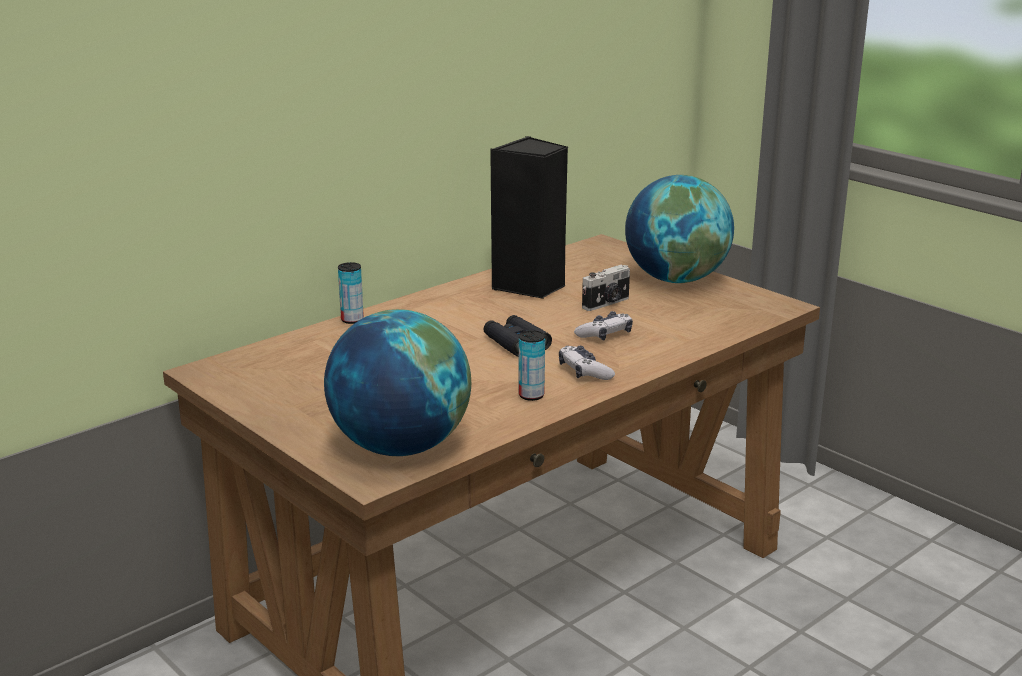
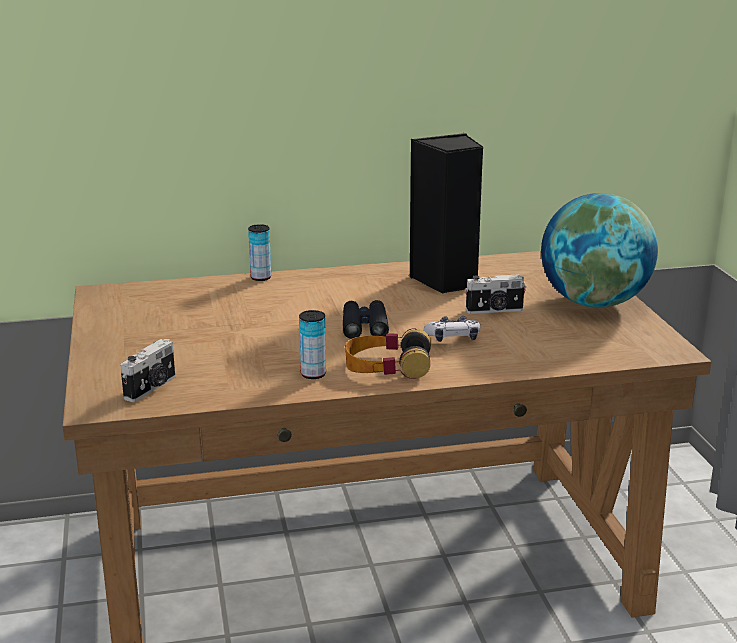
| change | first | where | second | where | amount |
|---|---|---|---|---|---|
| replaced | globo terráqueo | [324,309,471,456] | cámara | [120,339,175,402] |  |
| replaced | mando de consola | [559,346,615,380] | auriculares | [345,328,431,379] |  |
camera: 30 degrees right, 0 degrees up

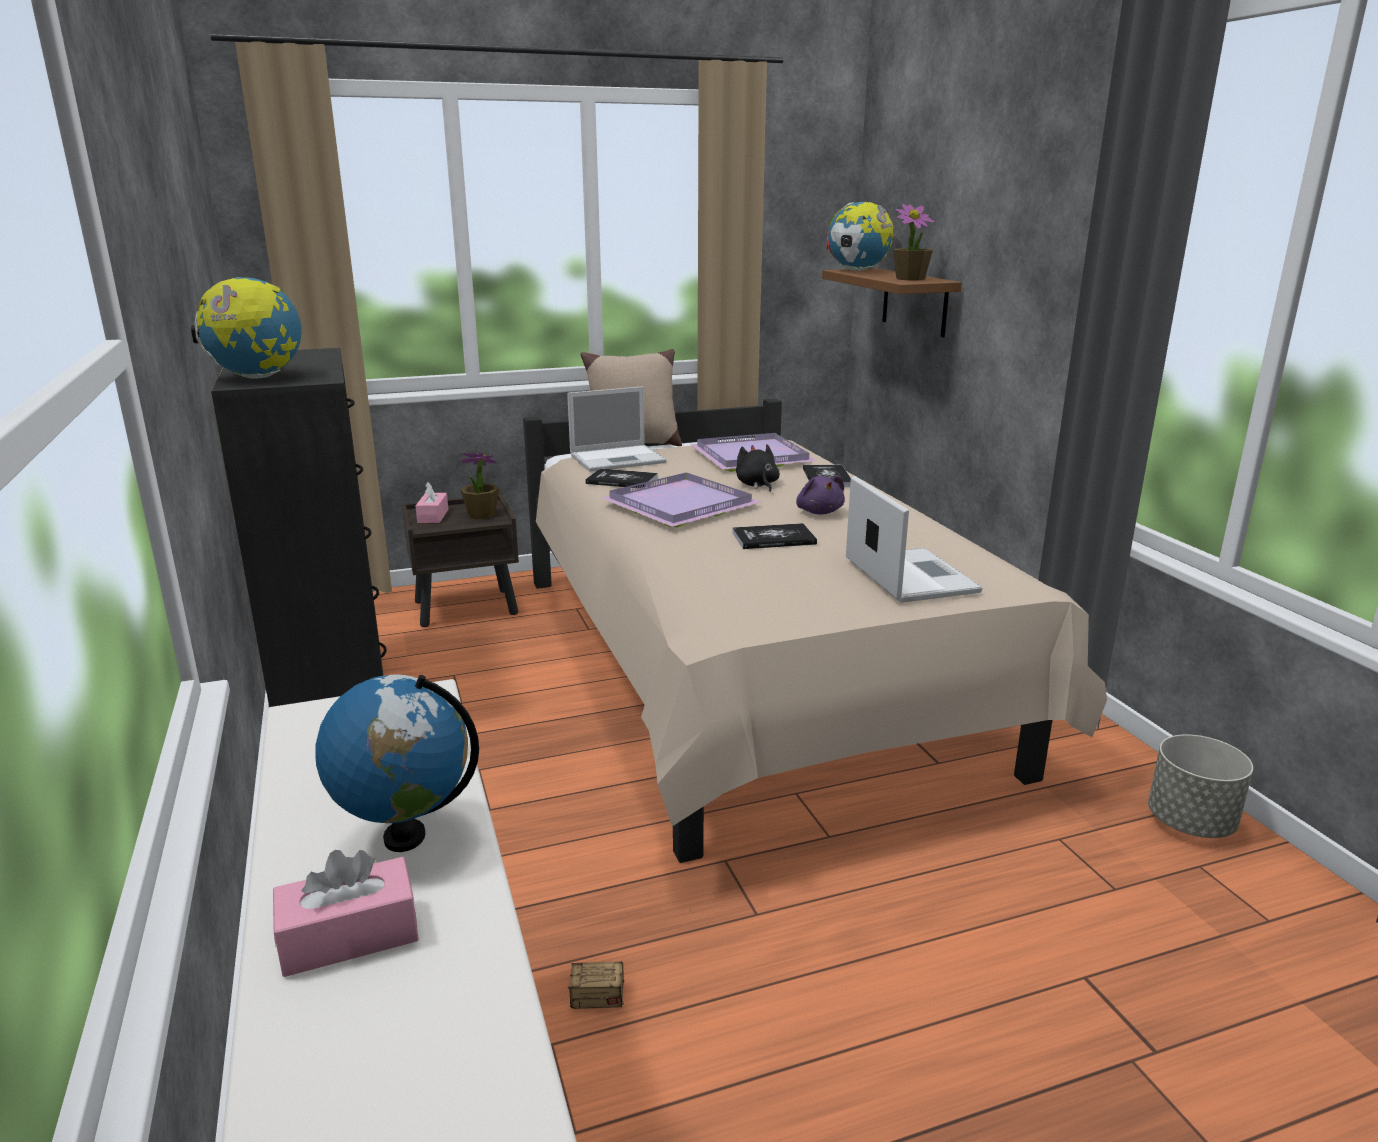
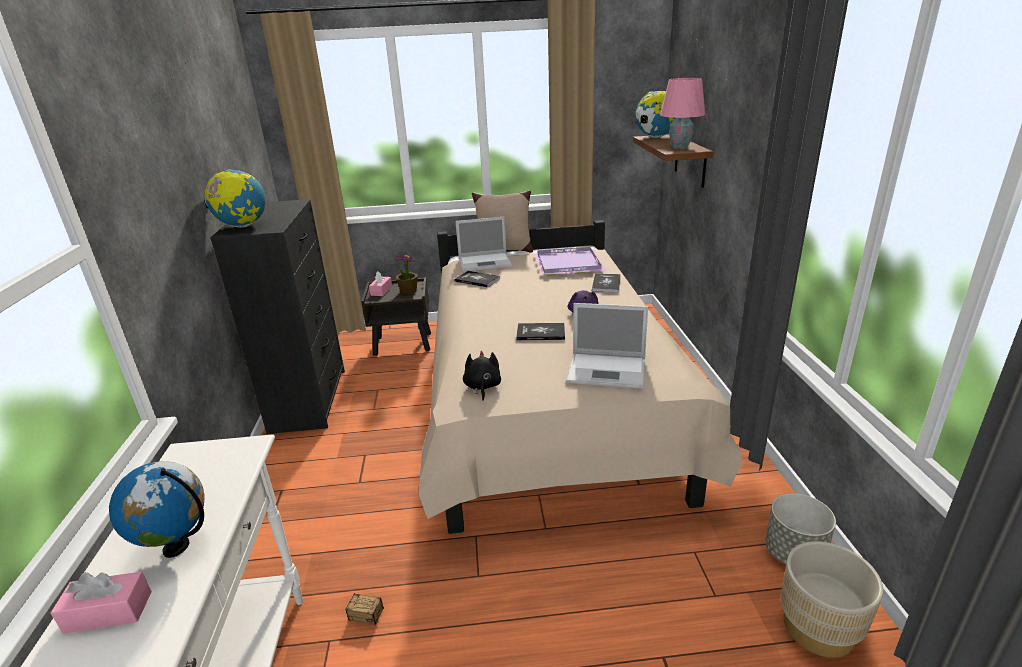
| change | first | where | second | where | amount |
|---|---|---|---|---|---|
| replaced | planta en maceta | [893,204,935,280] | lámpara de mesa (rosa) | [660,78,705,149] |  |
| moved | peluche (negro) | [736,444,780,492] |  | [463,351,501,401] |  |
| removed | bandeja (morado) | [601,472,760,527] |  |  |  |
| turned | portátil | [846,476,983,603] |  | [566,303,648,389] | 105 degrees clockwise |
| added |  |  | maceta (beis) | [781,541,883,658] |  |
camera: 15 degrees right, 5 degrees up

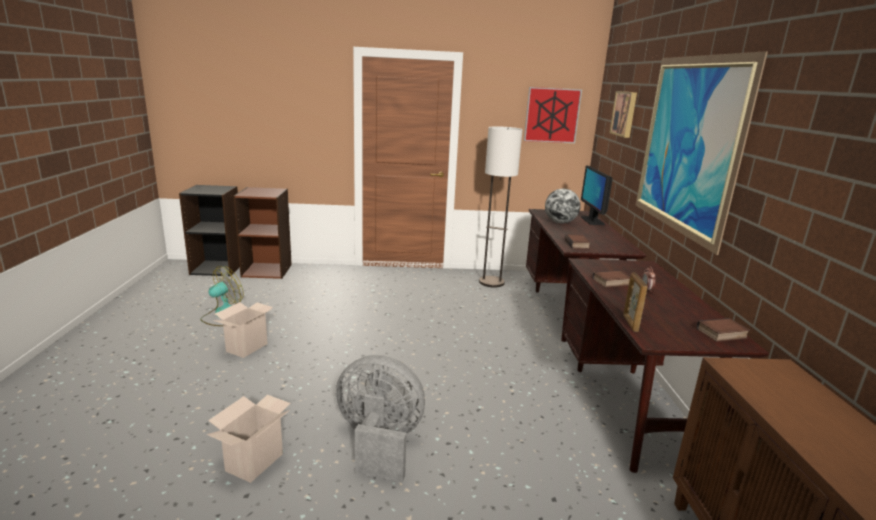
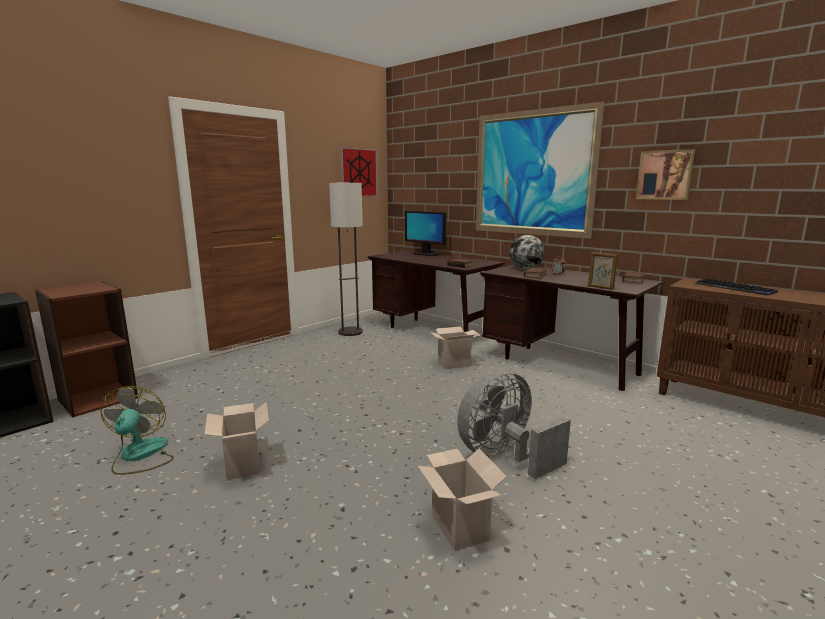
| change | first | where | second | where | amount |
|---|---|---|---|---|---|
| moved | cuadro | [609,91,637,138] |  | [636,149,695,200] |  |
| moved | globo terráqueo | [545,189,580,223] |  | [510,235,545,269] |  |
| added |  |  | teclado | [695,278,778,295] |  |
| added |  |  | caja de cartón | [430,326,481,369] |  |
camera: 45 degrees left, 5 degrees down

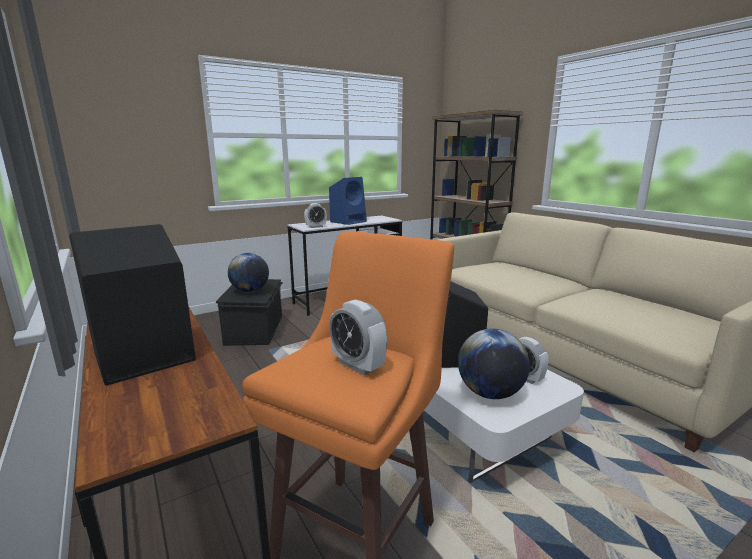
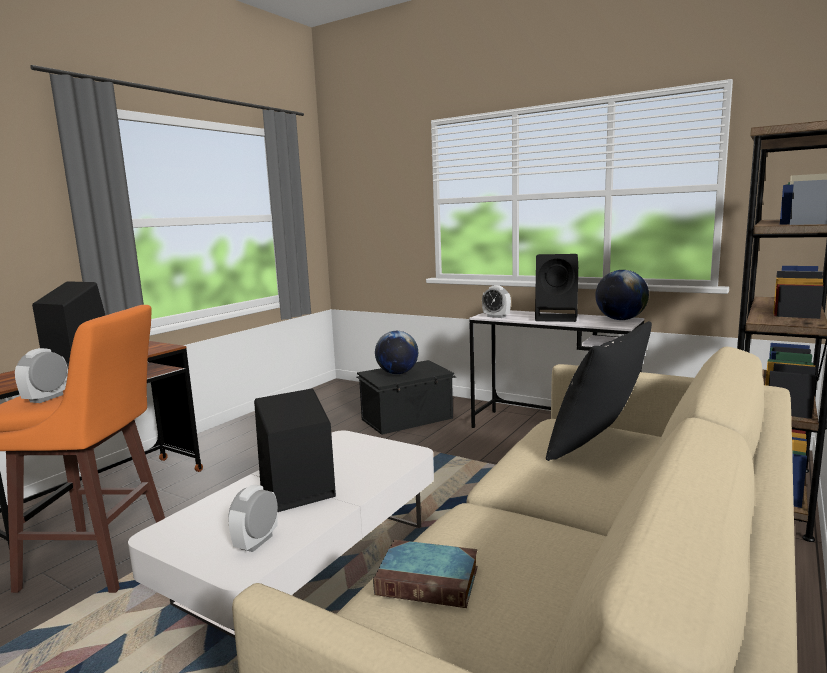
| change | first | where | second | where | amount |
|---|---|---|---|---|---|
| recoloured | altavoz (azul) | [329,177,367,225] | altavoz (negro) | [535,254,578,322] |  |
| moved | globo terráqueo | [458,329,530,399] |  | [595,270,649,320] |  |
| added |  |  | cojín (negro) | [546,321,652,461] |  |
| added |  |  | libro | [373,540,478,608] |  |
camera: 65 degrees right, 5 degrees down

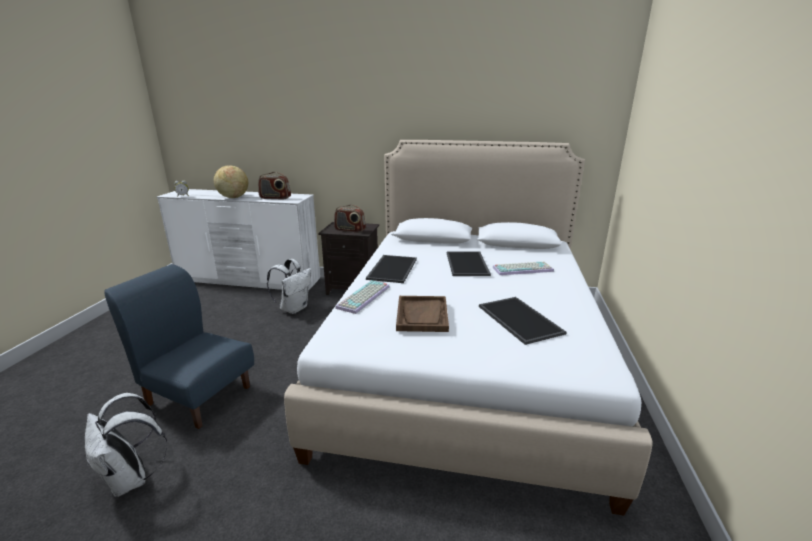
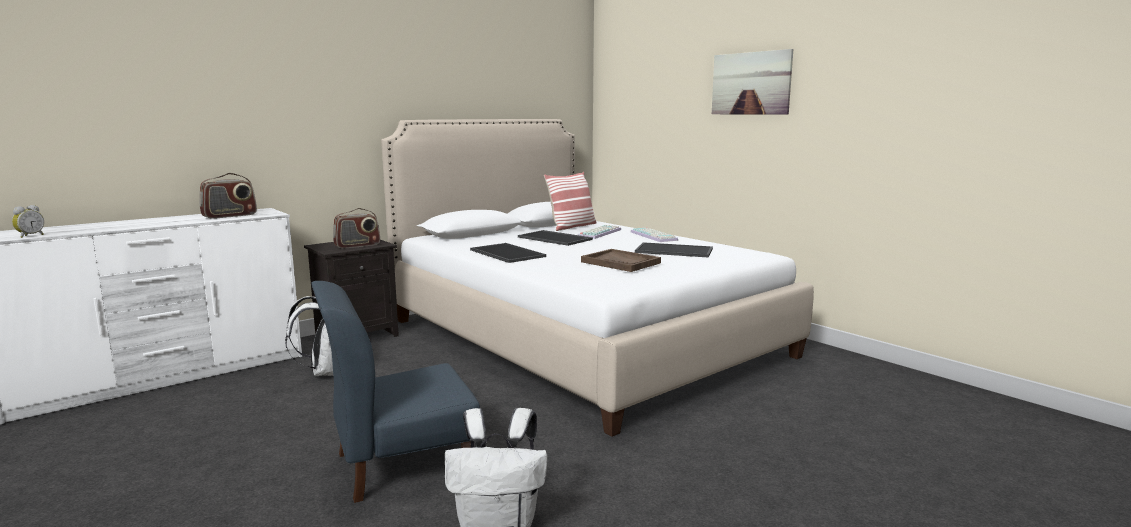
| change | first | where | second | where | amount |
|---|---|---|---|---|---|
| removed | globo terráqueo | [214,165,248,198] |  |  |  |
| moved | teclado | [335,280,390,314] |  | [631,227,678,242] |  |
| added |  |  | cuadro | [712,49,793,114] |  |
| added |  |  | cojín | [544,172,597,231] |  |
camera: 50 degrees left, 10 degrees down

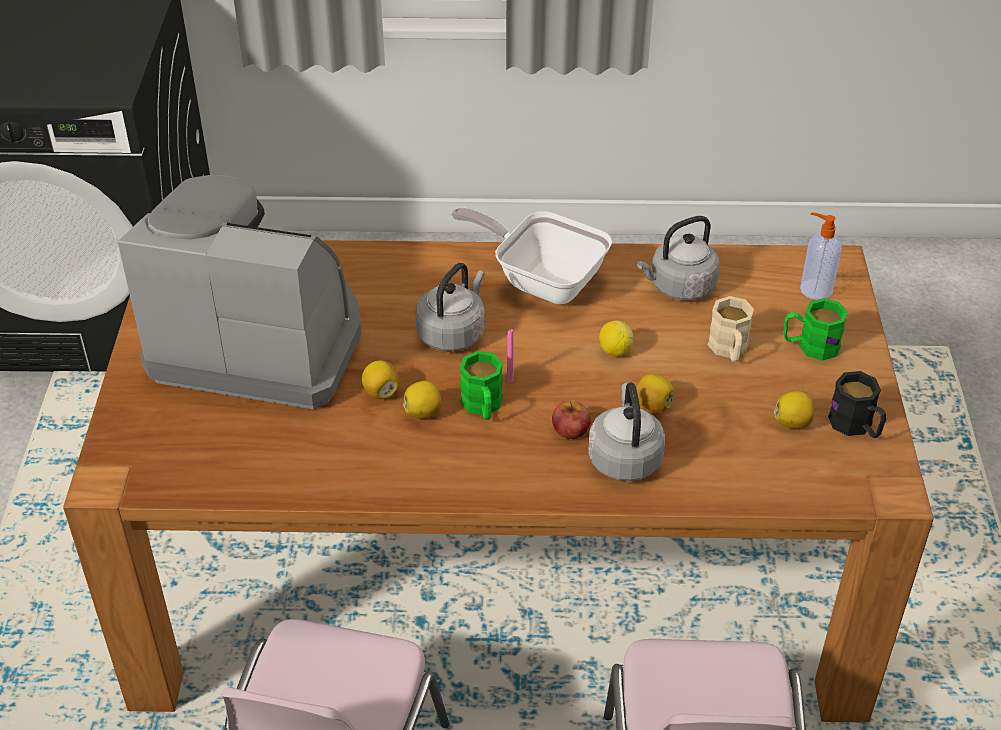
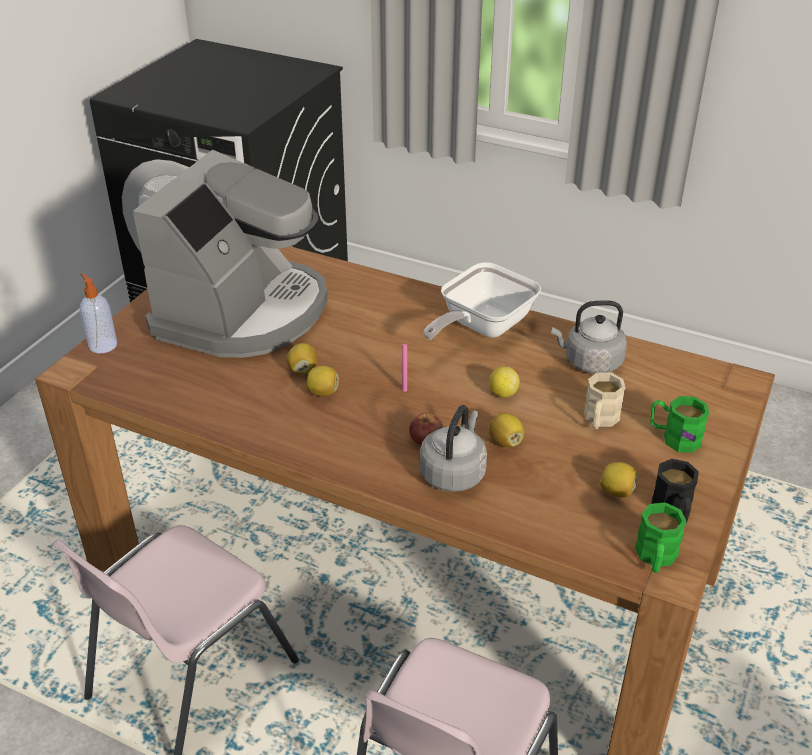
| change | first | where | second | where | amount |
|---|---|---|---|---|---|
| turned | cafetera | [118,175,362,409] |  | [133,150,328,358] | 75 degrees clockwise |
| turned | sartén | [451,207,612,304] |  | [423,262,541,340] | 105 degrees counterclockwise |
| moved | dispensador de jabón | [800,212,842,300] |  | [80,273,117,353] |  |
| removed | hervidor (gris) | [415,263,485,351] |  |  |  |
| moved | taza grande (verde) | [460,351,503,420] |  | [635,502,687,573] |  |
camera: 25 degrees right, 5 degrees down

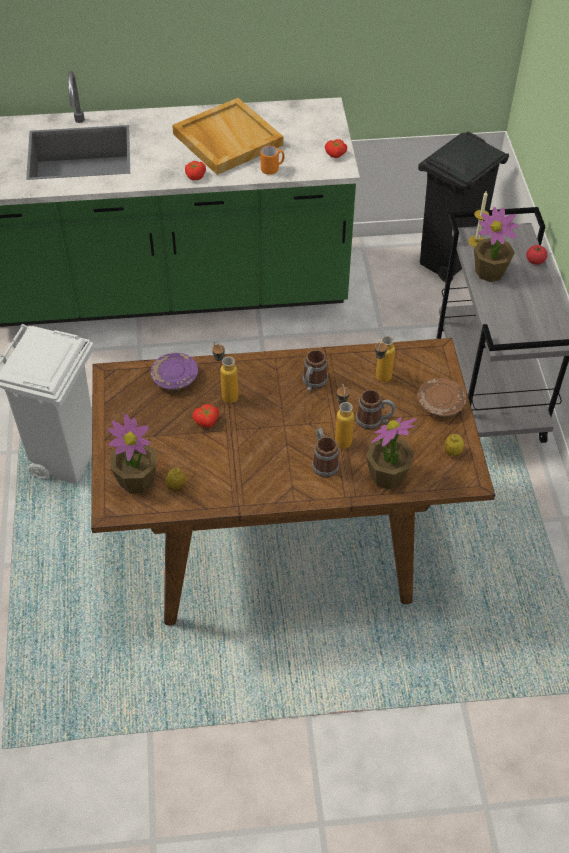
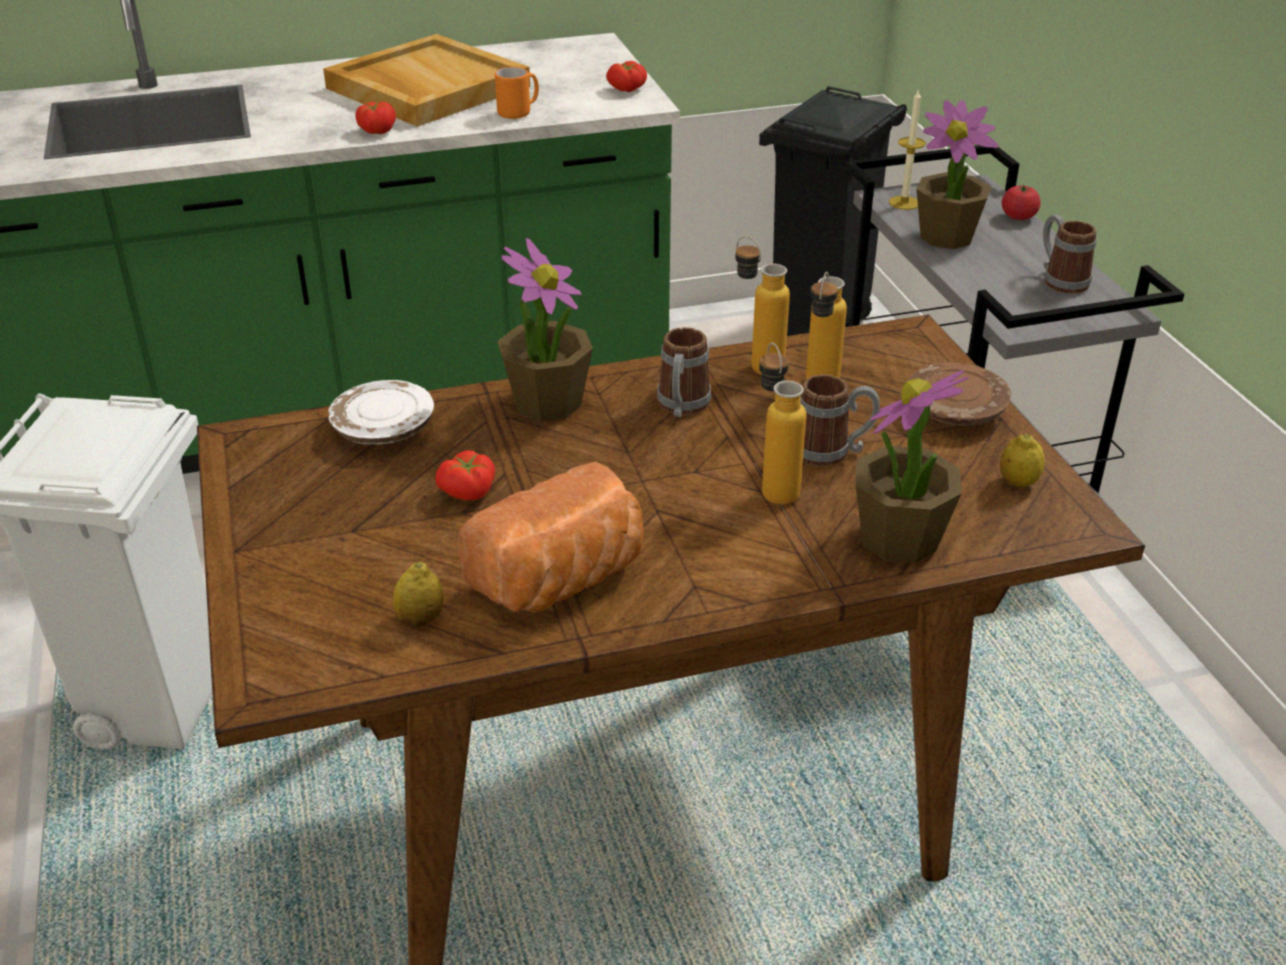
| change | first | where | second | where | amount |
|---|---|---|---|---|---|
| moved | botella | [212,342,238,403] |  | [735,236,790,375] |  |
| recoloured | plato (morado) | [150,353,198,390] | plato (blanco) | [328,380,434,444] |  |
| moved | planta en maceta | [108,414,156,494] |  | [497,238,593,422] |  |
| moved | taza grande | [312,428,339,477] |  | [1043,214,1097,294] |  |
| added |  |  | pan | [458,462,643,613] |  |
camera: 10 degrees left, 15 degrees down

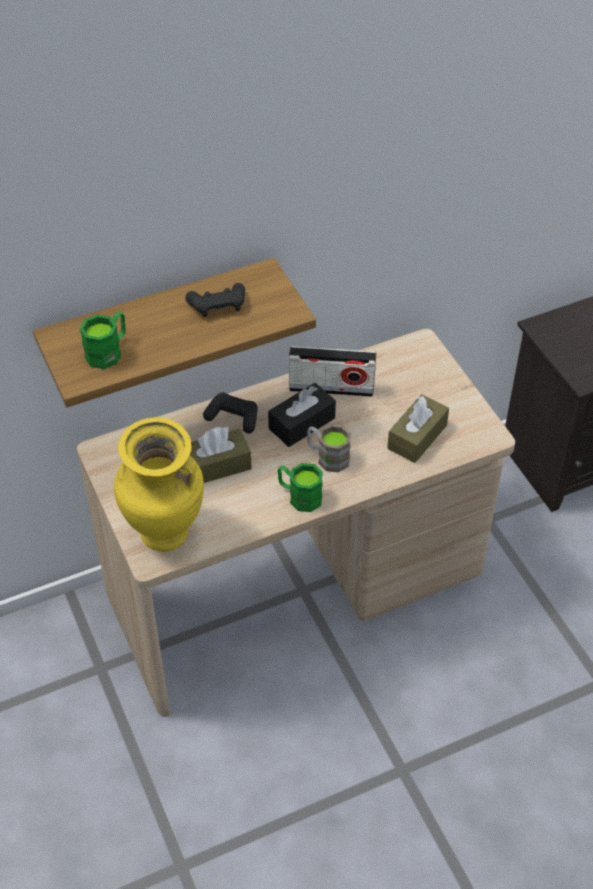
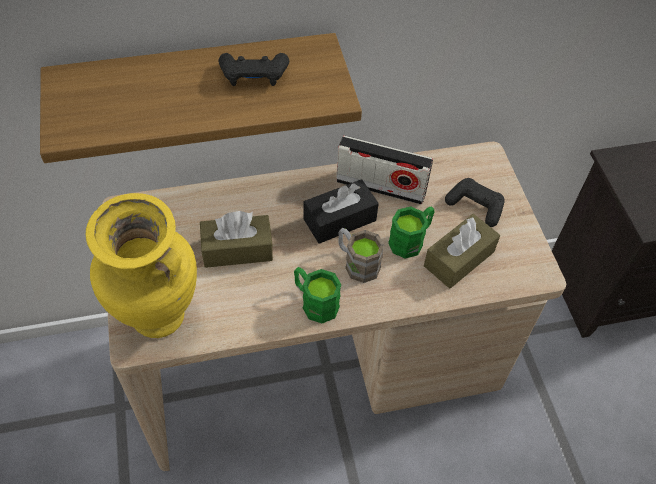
| change | first | where | second | where | amount |
|---|---|---|---|---|---|
| moved | taza grande (verde) | [80,312,126,369] |  | [388,206,434,259] |  |
| moved | mando de consola (negro) | [203,392,258,433] |  | [445,178,505,227] |  |
camera: 10 degrees right, 5 degrees up

